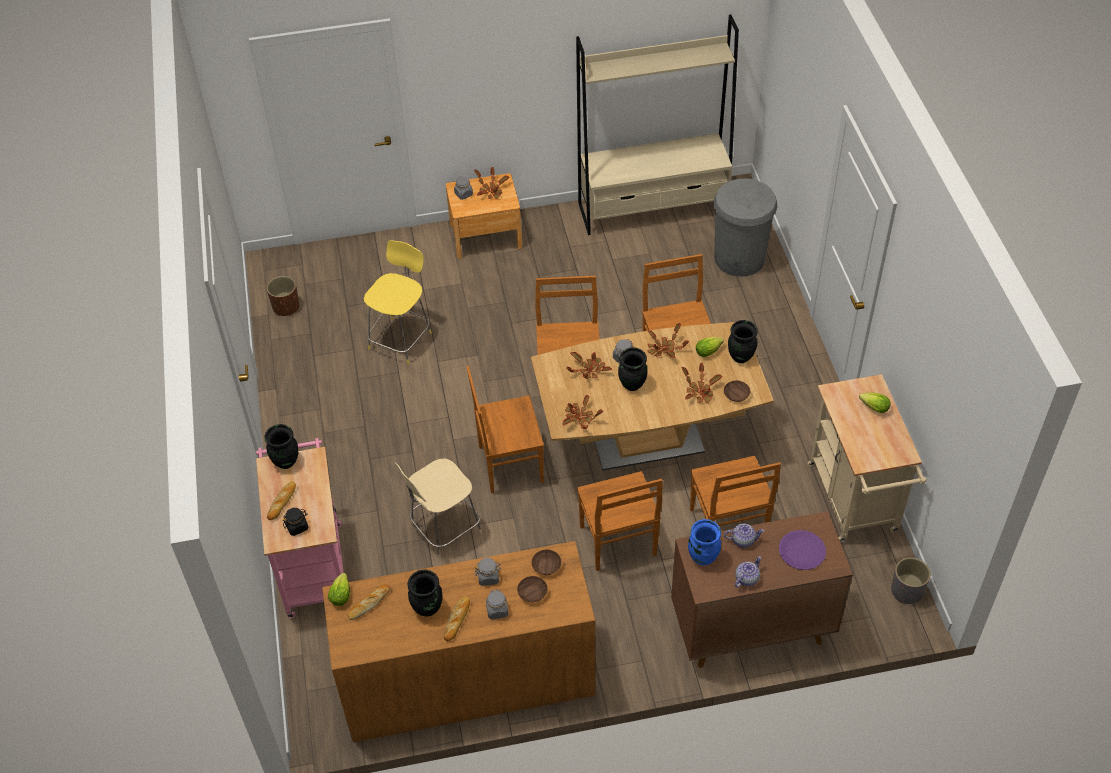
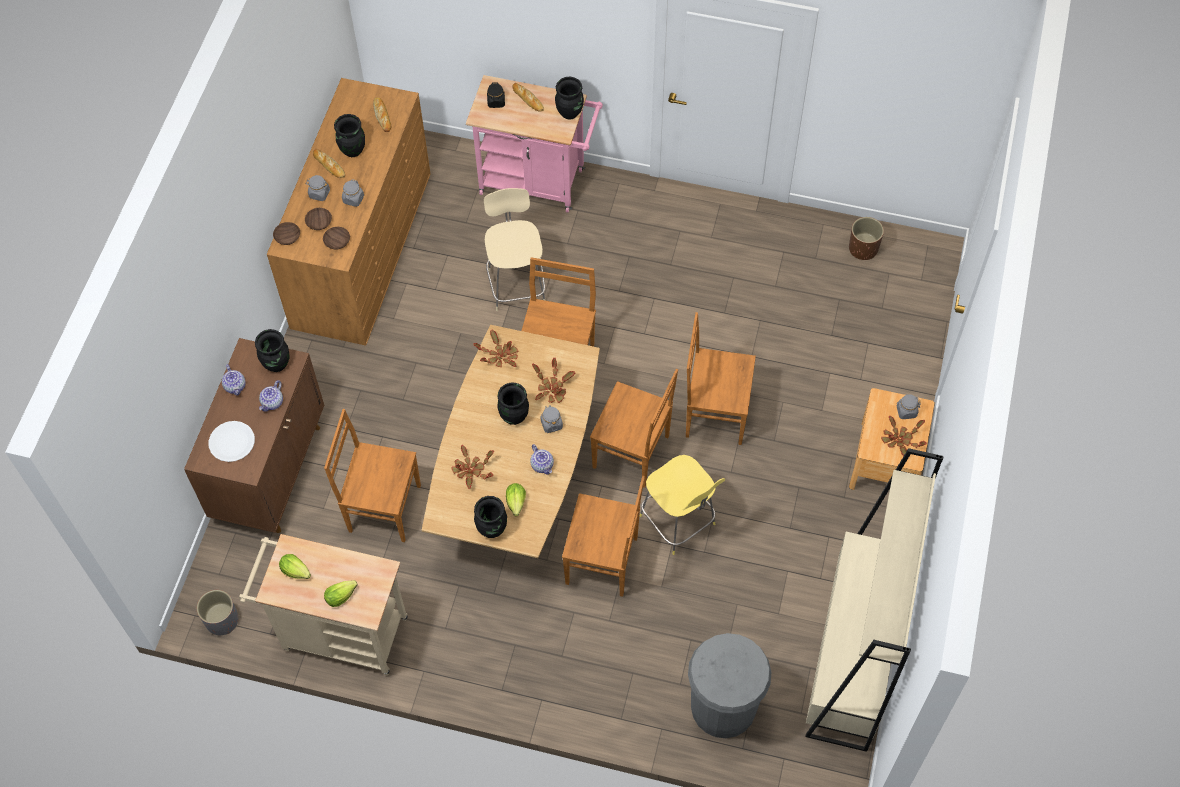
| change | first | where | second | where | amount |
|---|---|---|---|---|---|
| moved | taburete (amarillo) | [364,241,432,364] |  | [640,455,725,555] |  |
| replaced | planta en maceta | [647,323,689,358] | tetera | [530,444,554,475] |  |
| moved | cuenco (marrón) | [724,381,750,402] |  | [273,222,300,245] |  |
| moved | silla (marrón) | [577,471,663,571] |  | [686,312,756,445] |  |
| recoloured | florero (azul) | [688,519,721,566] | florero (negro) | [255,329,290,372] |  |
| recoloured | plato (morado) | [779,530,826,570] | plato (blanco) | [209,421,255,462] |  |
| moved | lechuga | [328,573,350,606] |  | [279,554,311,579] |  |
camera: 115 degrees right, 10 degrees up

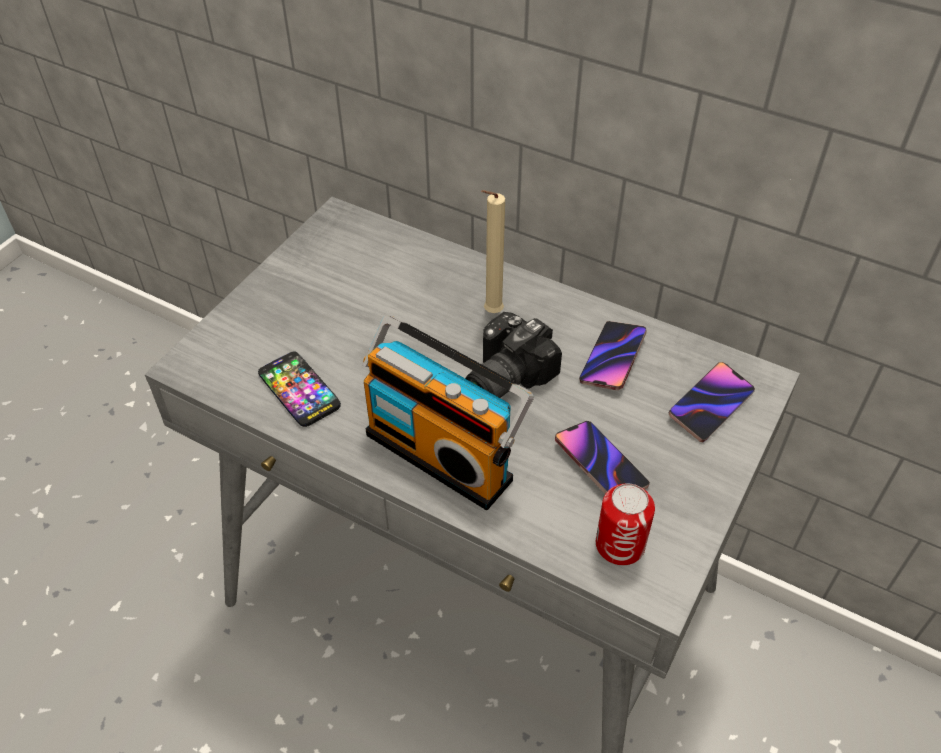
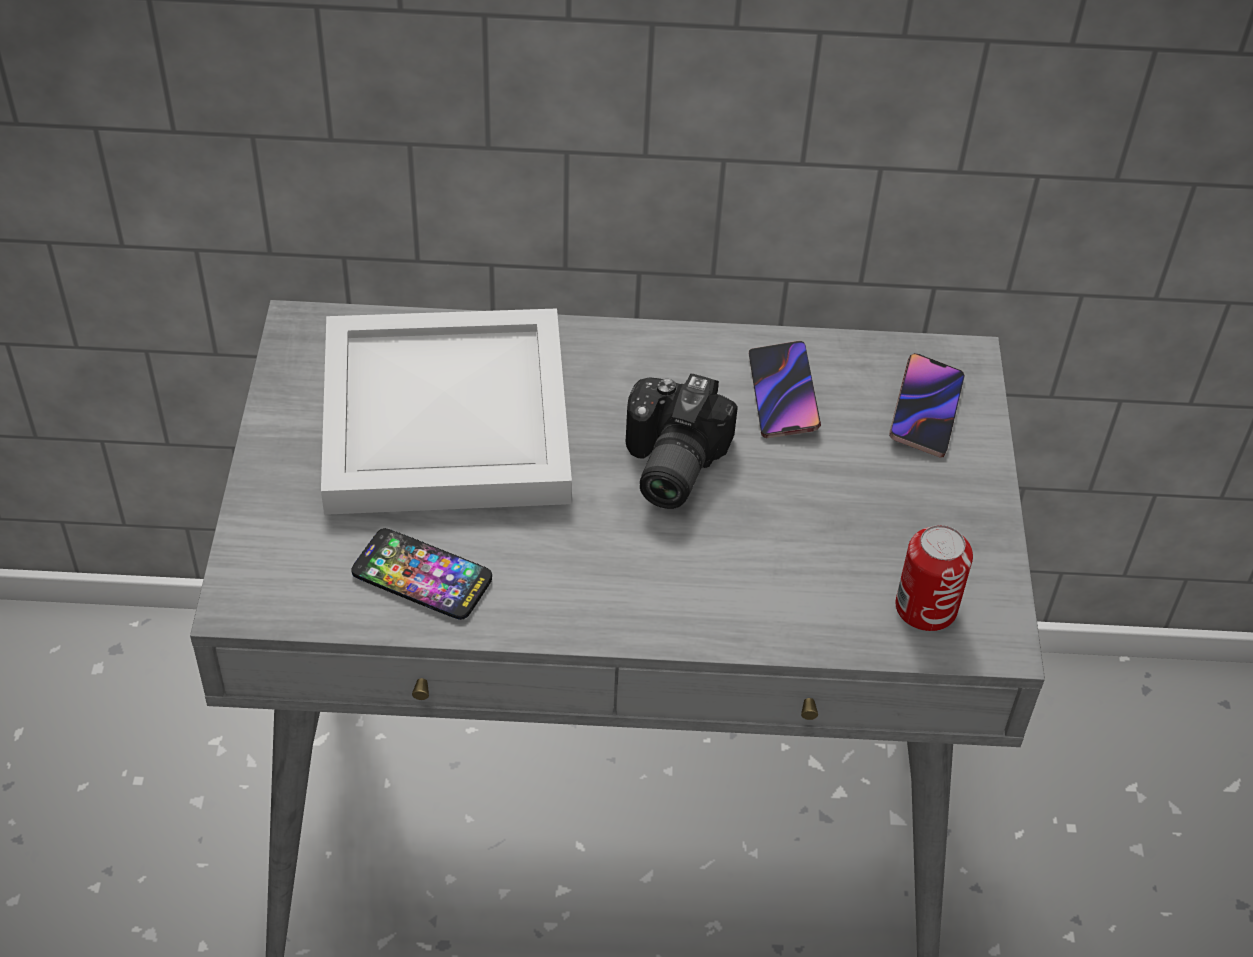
| change | first | where | second | where | amount |
|---|---|---|---|---|---|
| removed | vela (beis) | [481,190,505,313] |  |  |  |
| removed | radio | [363,316,534,510] |  |  |  |
| removed | móvil | [555,421,650,494] |  |  |  |
| added |  |  | bandeja (blanco) | [321,308,572,515] |  |
camera: 30 degrees left, 0 degrees up

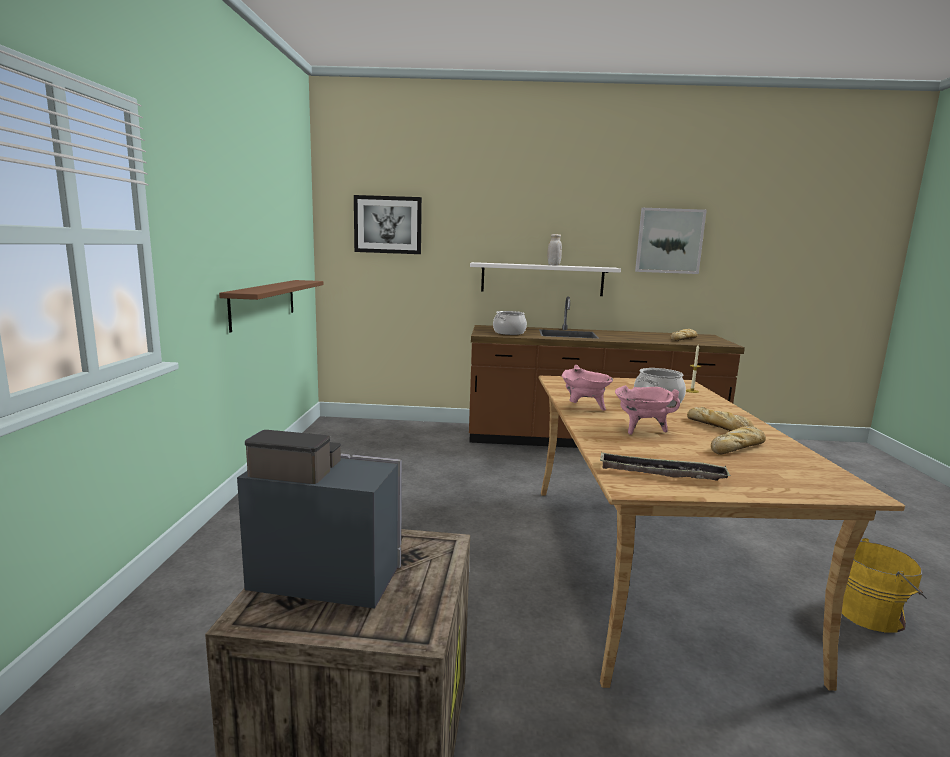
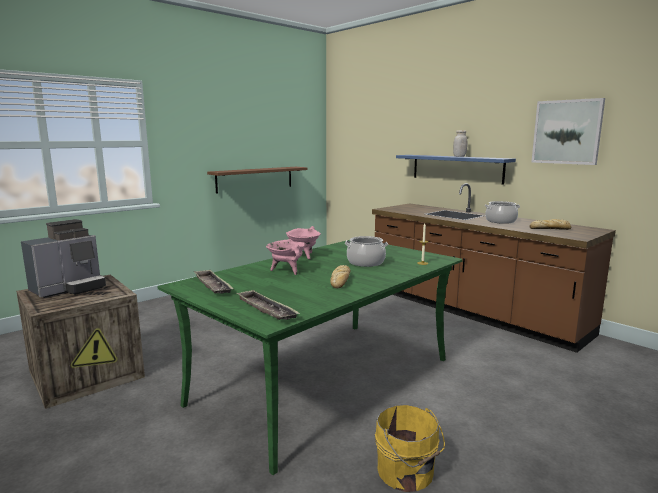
| change | first | where | second | where | amount |
|---|---|---|---|---|---|
| removed | cuadro | [354,195,422,254] |  |  |  |
| recoloured | estante (blanco) | [470,262,621,296] | estante (azul) | [396,155,516,185] |  |
| moved | olla | [493,311,527,335] |  | [485,201,520,224] |  |
| recoloured | mesa de comedor (beis) | [539,376,905,691] | mesa de comedor (verde) | [158,240,463,475] |  |
| removed | pan | [711,426,766,454] |  |  |  |
| turned | cafetera | [237,430,402,609] |  | [21,219,106,298] | 75 degrees clockwise |
| added |  |  | bandeja | [236,290,300,320] |  |
camera: 45 degrees right, 0 degrees up

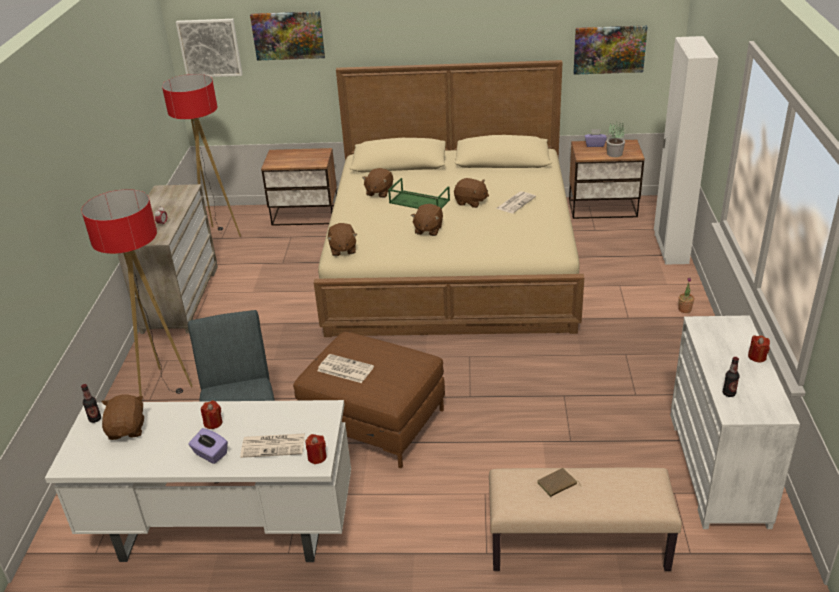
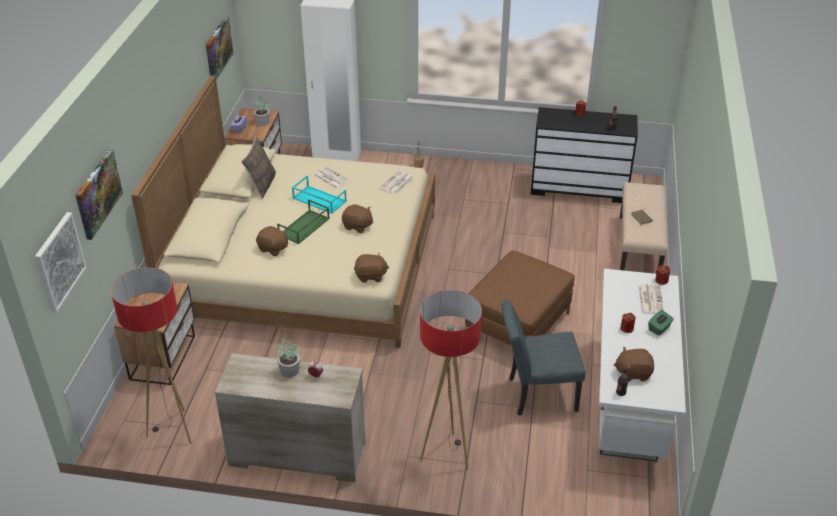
| change | first | where | second | where | amount |
|---|---|---|---|---|---|
| replaced | peluche (marrón) | [454,178,489,208] | bandeja (turquesa) | [292,176,347,214] |  |
| recoloured | cómoda (blanco) | [670,316,800,529] | cómoda (negro) | [530,107,638,203] |  |
| moved | periódico | [317,354,374,383] |  | [380,170,414,194] |  |
| recoloured | caja de pañuelos (morado) | [188,428,228,464] | caja de pañuelos (verde) | [648,310,674,336] |  |
| added |  |  | cojín | [241,136,276,199] |  |
| added |  |  | planta en maceta | [277,338,300,377] |  |
camera: 85 degrees left, 5 degrees up

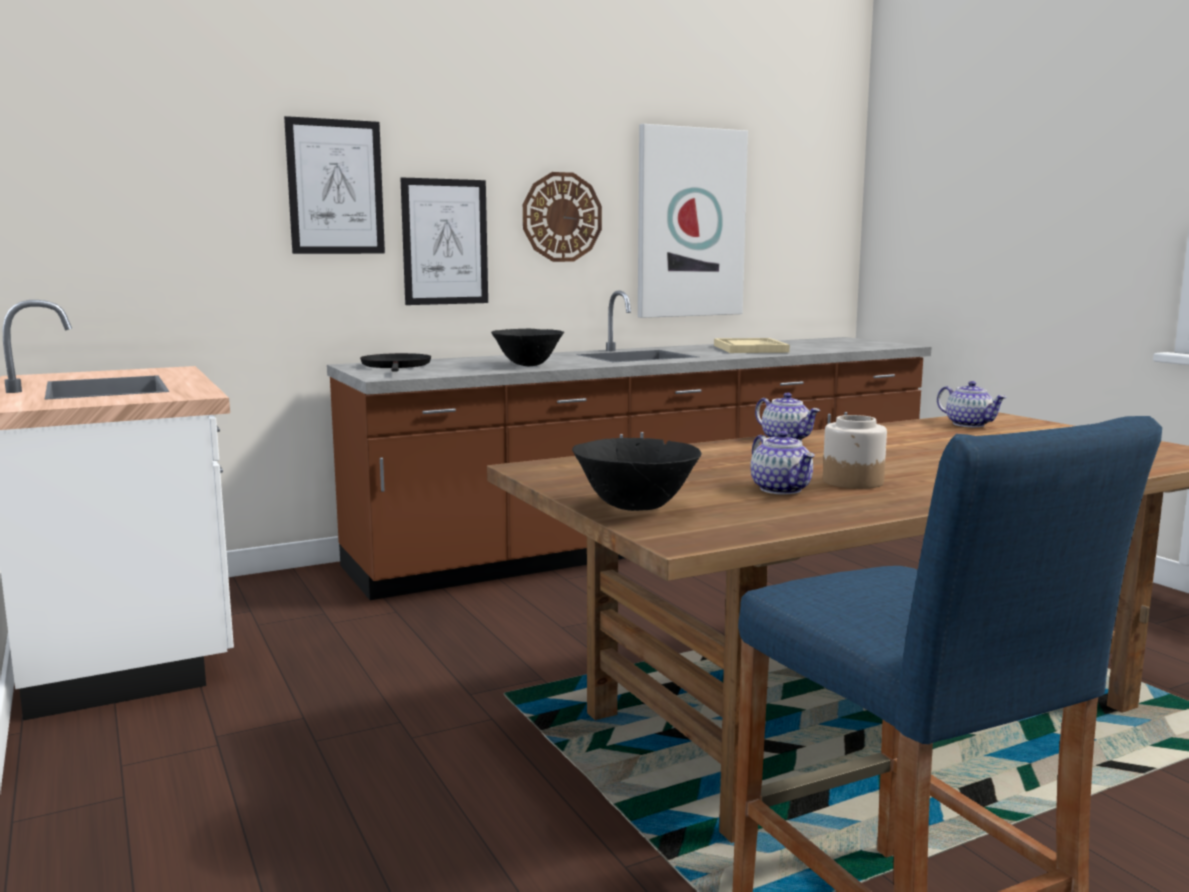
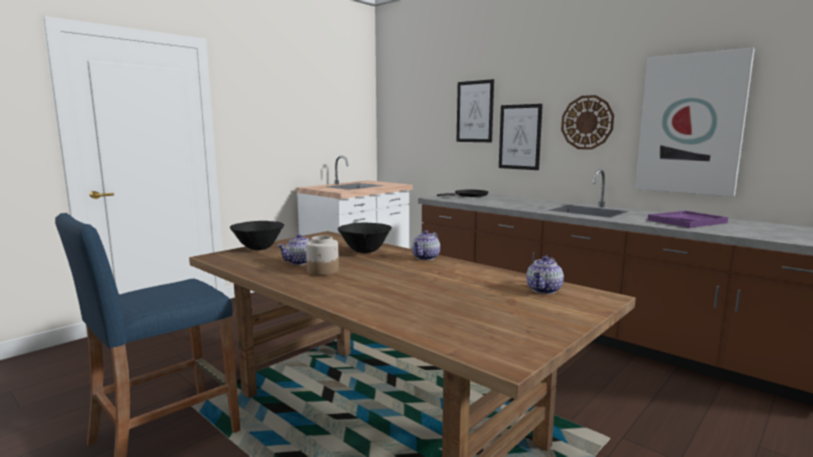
| change | first | where | second | where | amount |
|---|---|---|---|---|---|
| moved | cuenco (negro) | [491,329,564,366] |  | [338,223,392,253] |  |
| recoloured | bandeja (beis) | [714,338,790,353] | bandeja (morado) | [648,211,728,228] |  |
camera: 70 degrees right, 0 degrees up

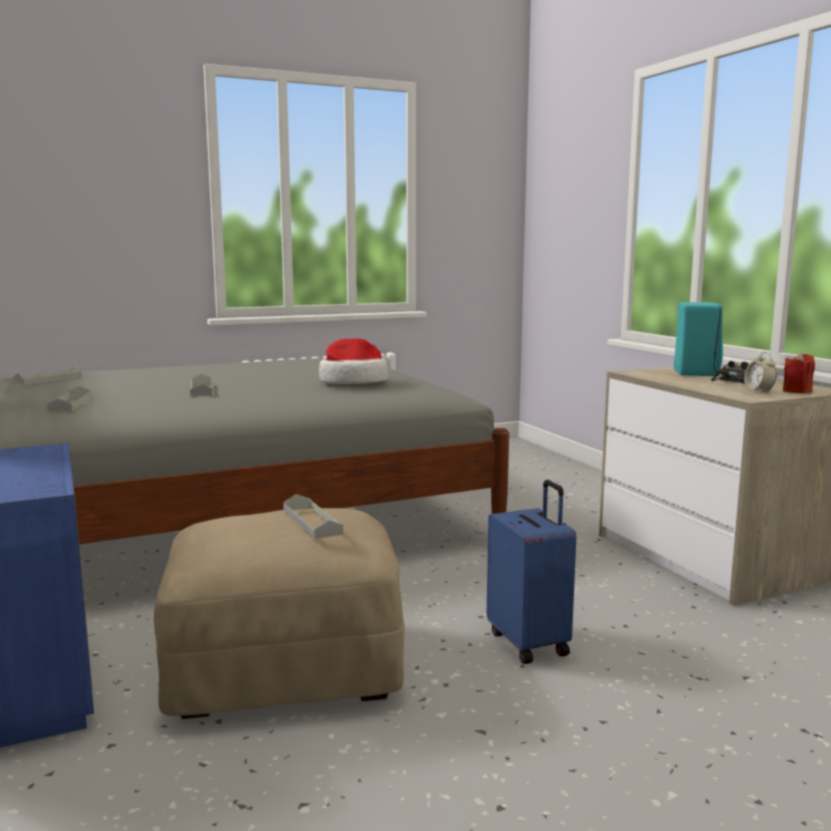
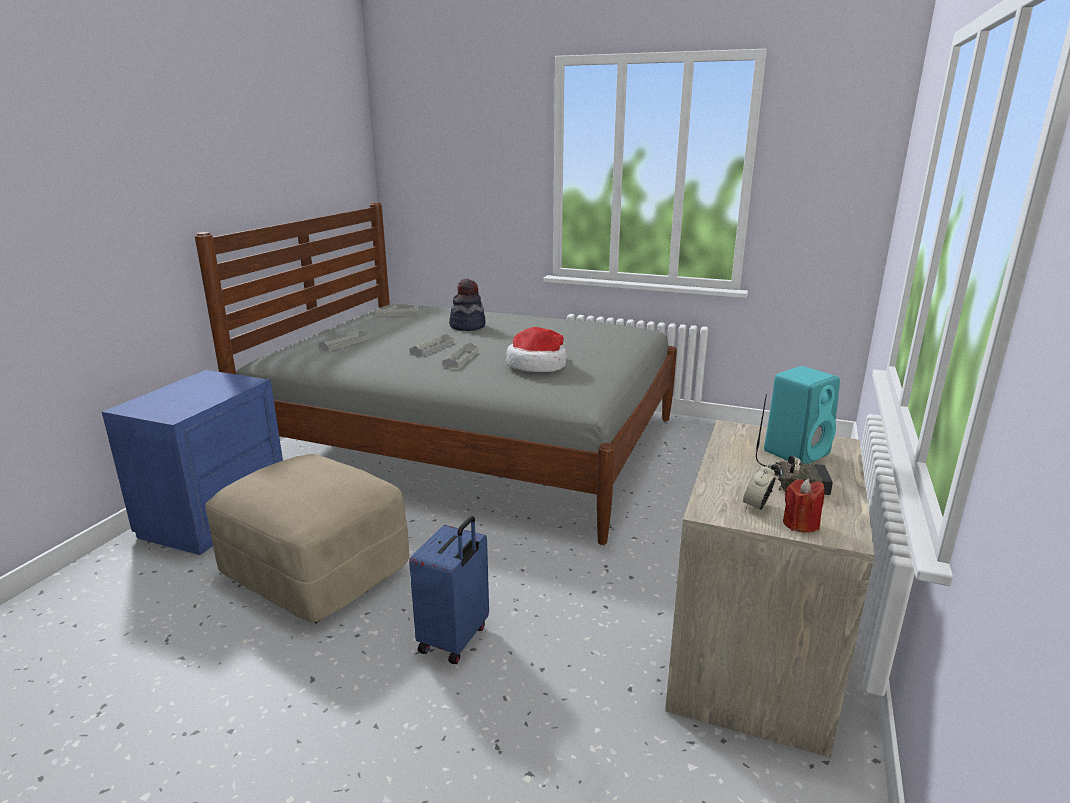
| change | first | where | second | where | amount |
|---|---|---|---|---|---|
| moved | bandeja (gris) | [283,494,343,539] |  | [442,343,478,368] |  |
| added |  |  | sombrero | [449,279,486,331] |  |
camera: 45 degrees right, 10 degrees up

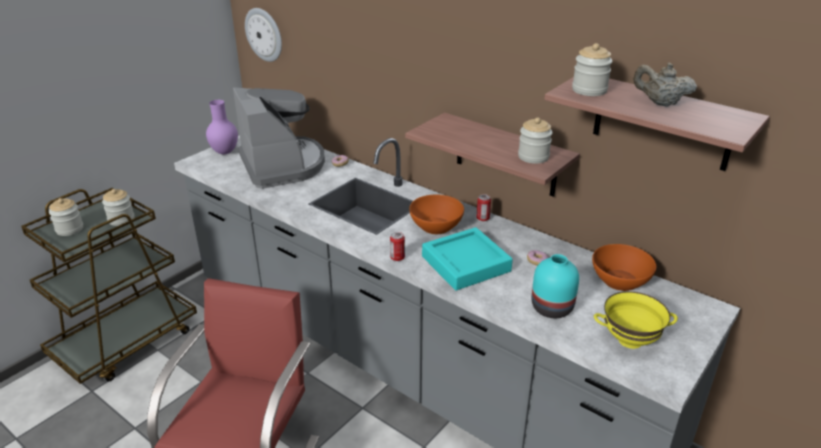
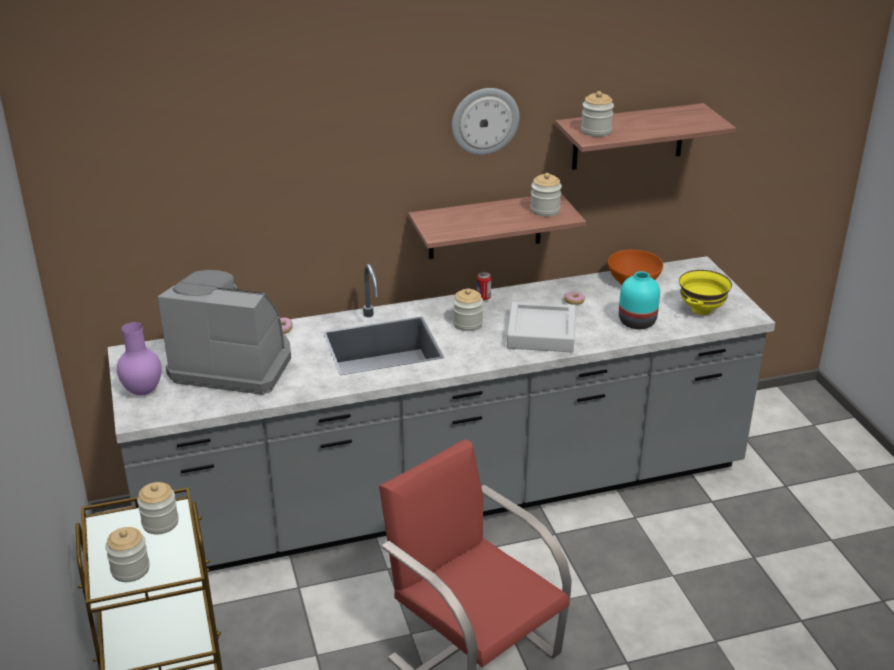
| change | first | where | second | where | amount |
|---|---|---|---|---|---|
| moved | reloj de pared | [245,8,282,62] |  | [452,88,519,155] |  |
| removed | tetera (beis) | [633,62,697,107] |  |  |  |
| replaced | cuenco (naranja) | [409,195,464,234] | tarro | [453,288,483,331] |  |
| recoloured | bandeja (turquesa) | [422,227,513,291] | bandeja (gris) | [507,301,576,352] |  |
| removed | lata | [390,232,405,261] |  |  |  |
camera: 55 degrees left, 0 degrees up

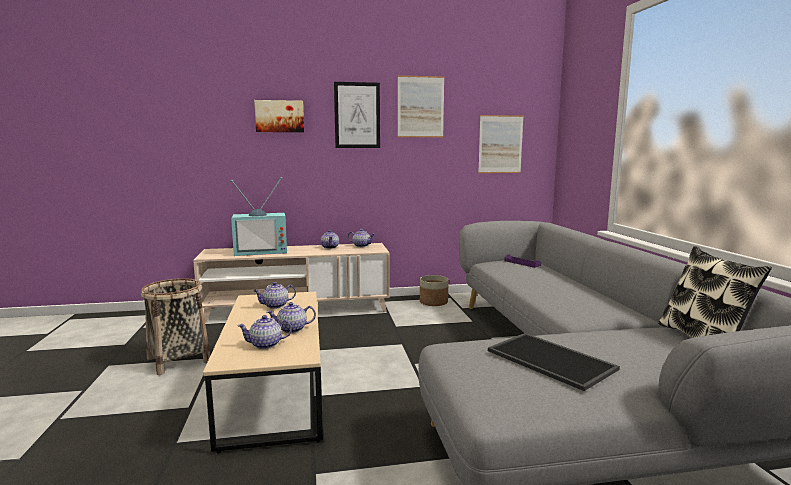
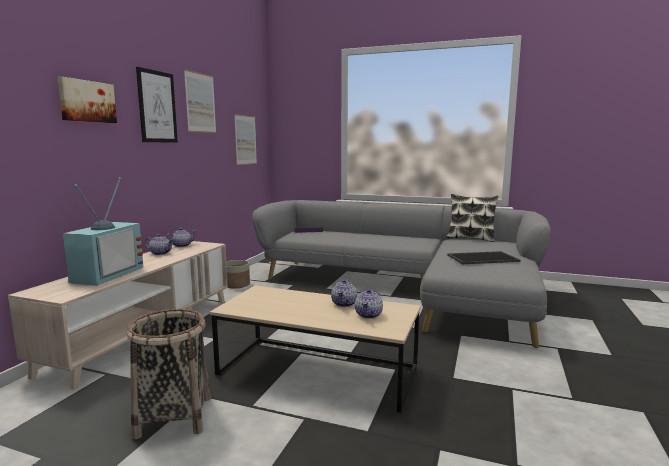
| change | first | where | second | where | amount |
|---|---|---|---|---|---|
| removed | tetera | [253,282,296,309] |  |  |  |
camera: 60 degrees left, 0 degrees up

